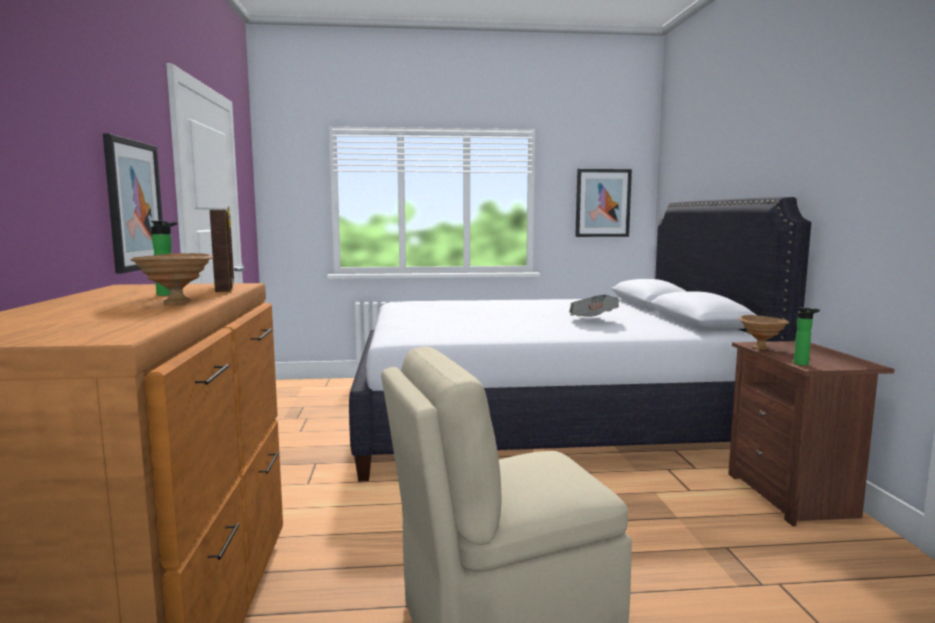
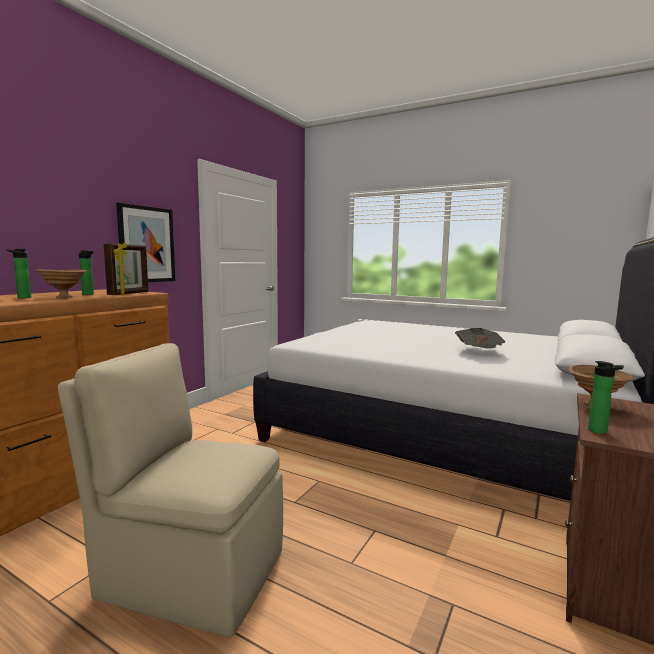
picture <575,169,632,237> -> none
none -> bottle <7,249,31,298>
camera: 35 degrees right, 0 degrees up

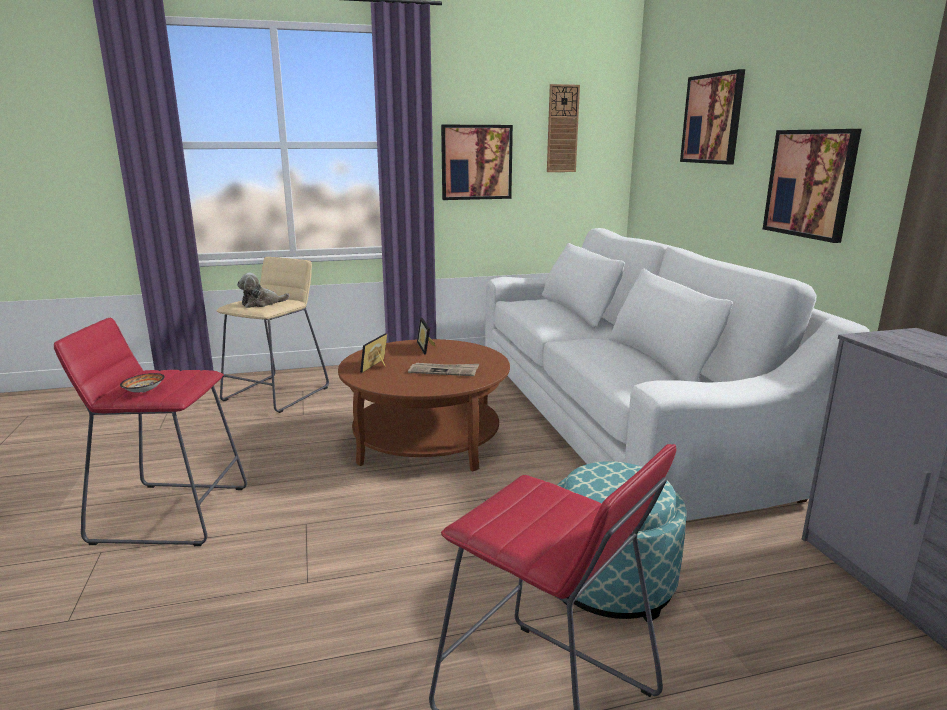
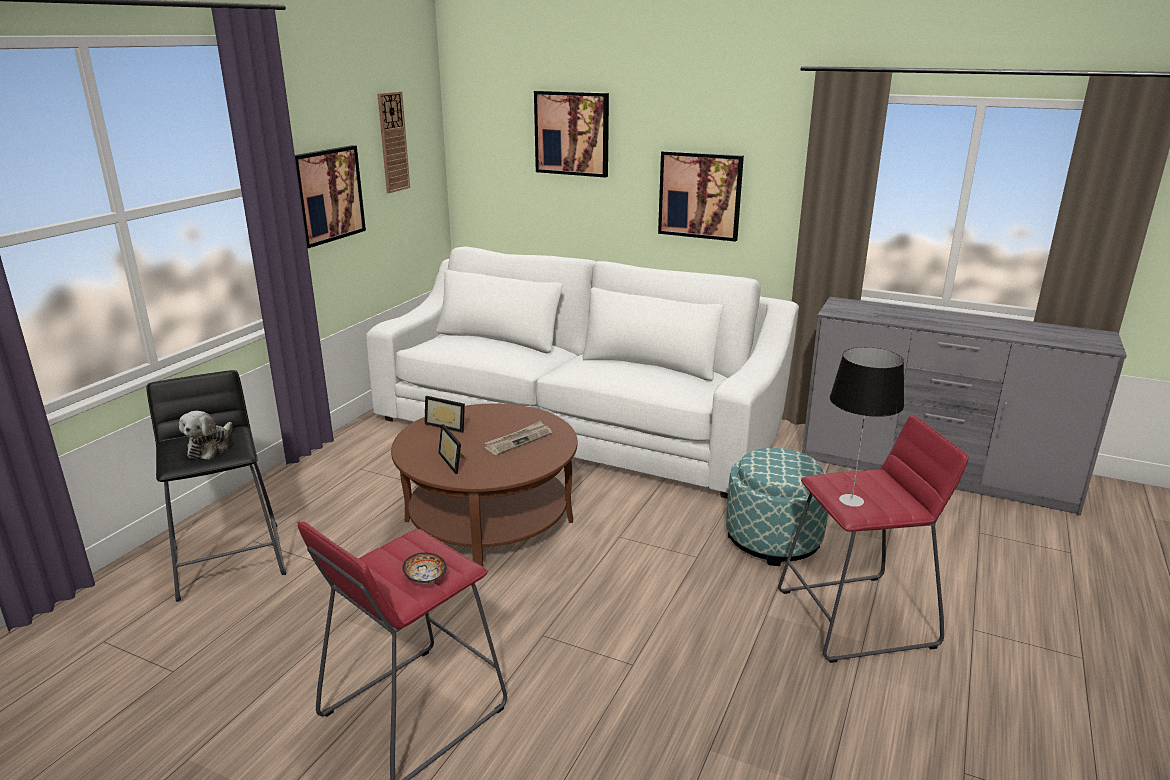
stool/beige <216,257,329,413> -> stool/black <147,370,286,602>
none -> table lamp <830,347,904,507>
camera: 50 degrees left, 5 degrees up

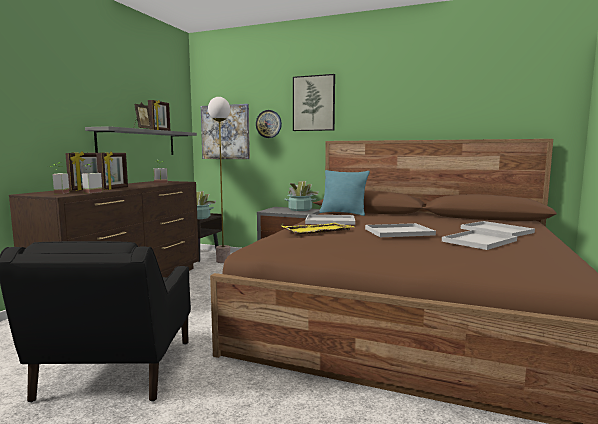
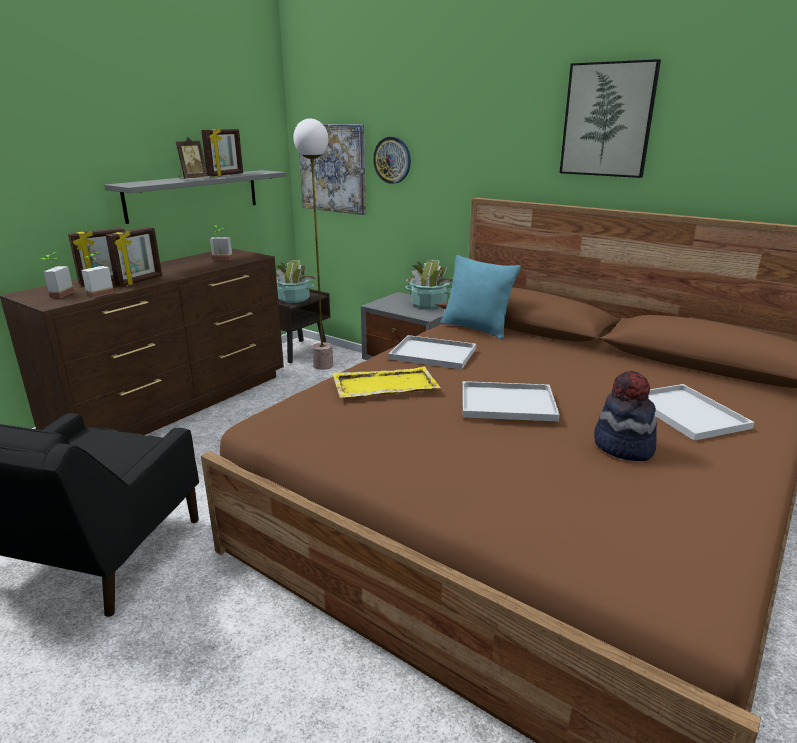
picture <293,74,335,131> -> picture <560,59,661,178>, relocated
tray/white <442,230,517,250> -> hat <594,371,657,461>
camera: 15 degrees right, 15 degrees up

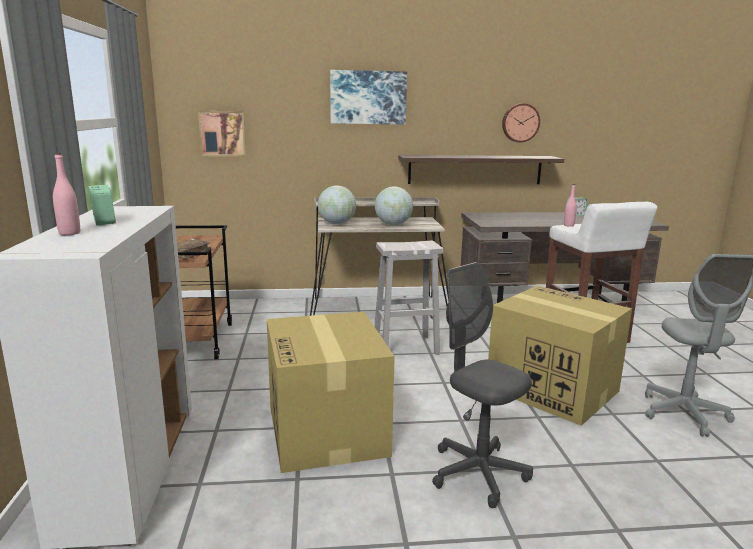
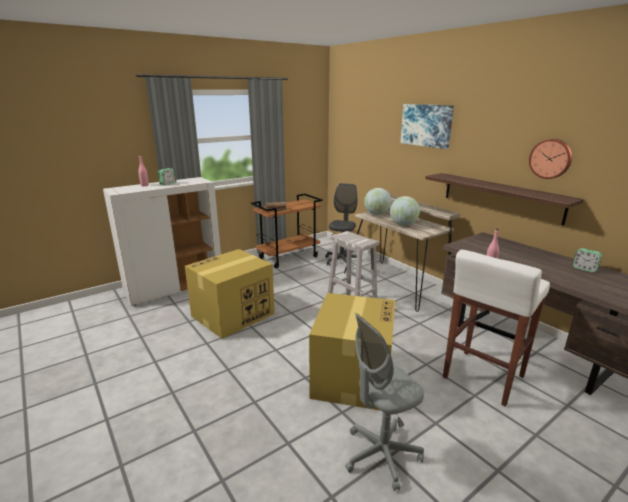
picture <198,111,246,157> -> none
office chair/grey <432,262,533,508> -> office chair/grey <325,183,357,266>, relocated
camera: 60 degrees right, 5 degrees up

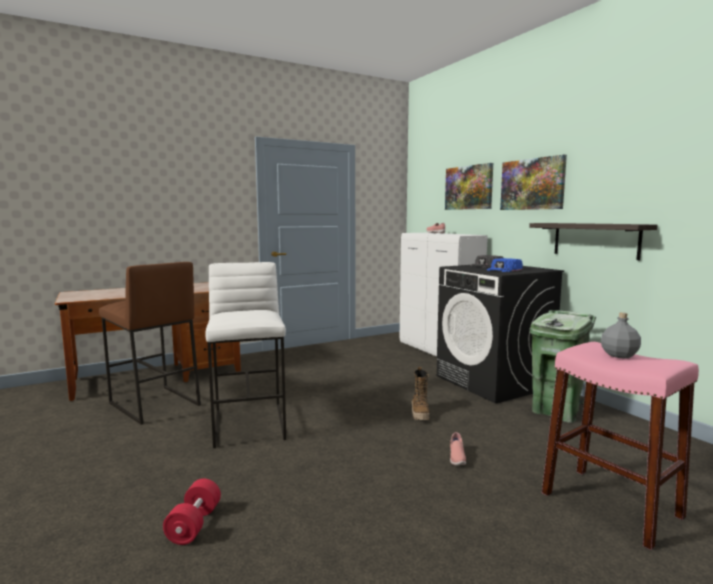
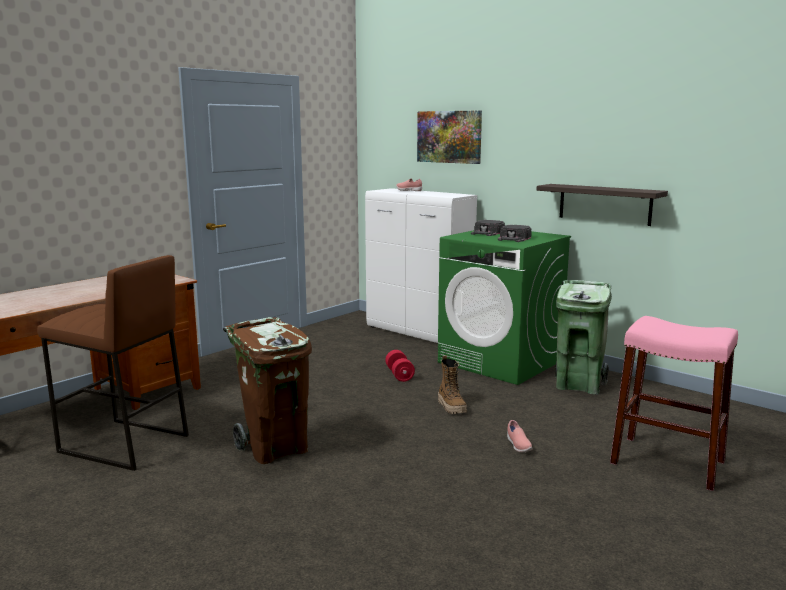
dumbbell/red <163,478,221,545> -> dumbbell/red <385,350,415,382>, relocated
stool/white <205,262,286,448> -> trash can/brown <223,317,312,464>
washing machine/black <436,265,564,404> -> washing machine/green <438,230,571,385>
cap/blue <487,258,523,272> -> cap/black <498,225,532,242>
picture <500,155,567,210> -> none
bottle/grey <601,312,641,358> -> none
camera: 20 degrees left, 5 degrees up

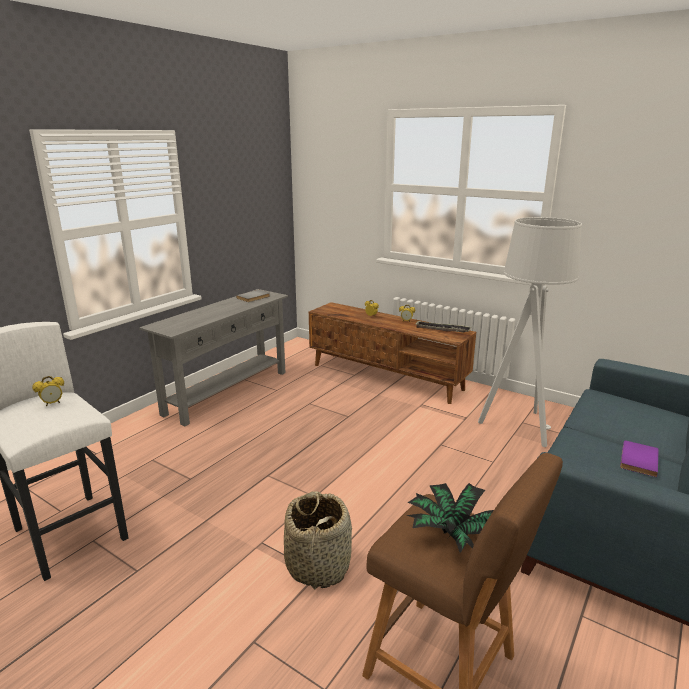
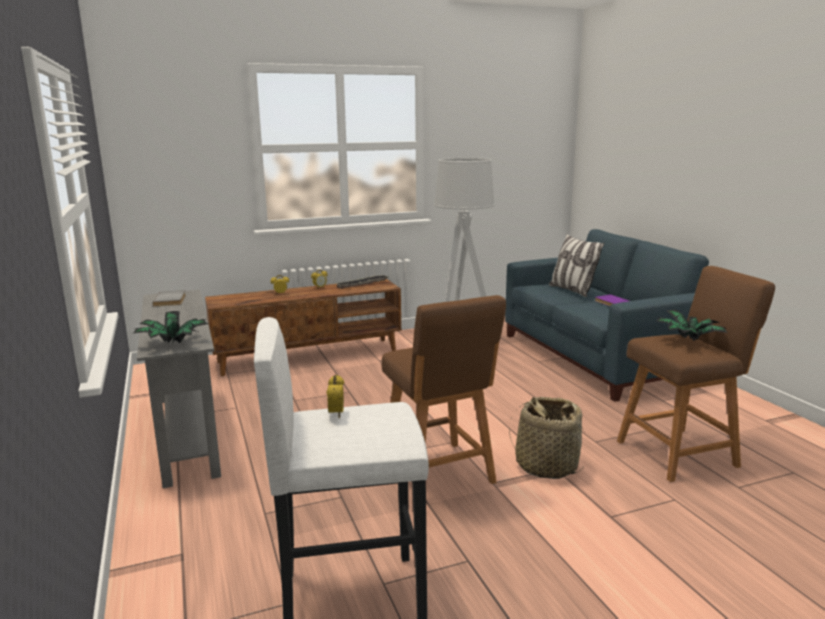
none -> potted plant <133,311,208,344>
none -> stool/brown <382,295,506,484>
none -> pillow <549,234,604,297>
camera: 55 degrees left, 5 degrees down

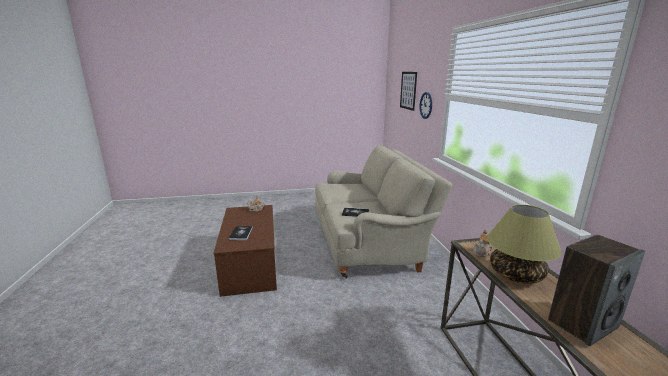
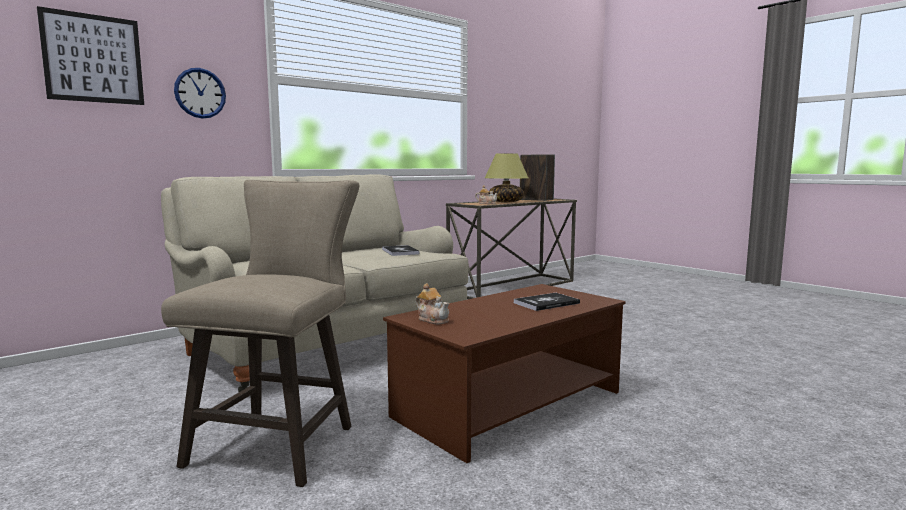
none -> stool/beige <161,180,359,487>
camera: 120 degrees left, 10 degrees down

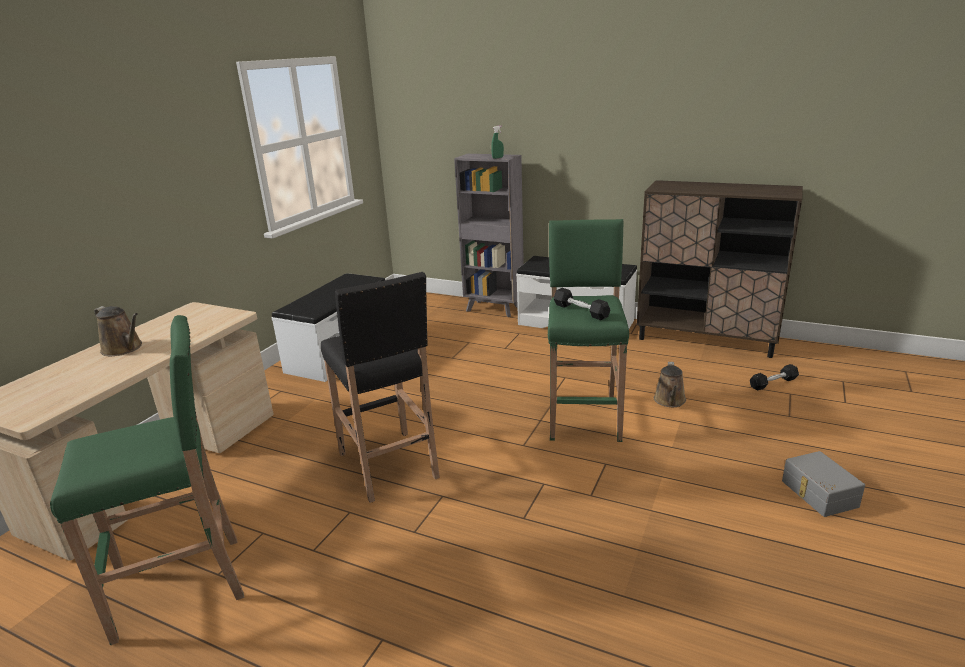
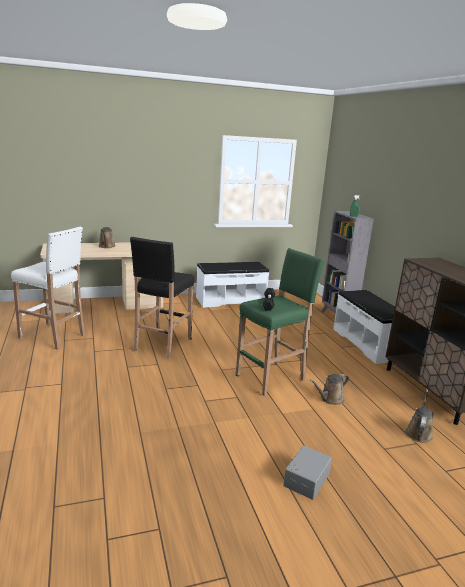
stool/green <50,315,244,645> -> stool/white <11,227,85,350>
dumbbell/black <750,364,799,390> -> watering can/brown <405,389,434,443>
camera: 45 degrees right, 5 degrees down

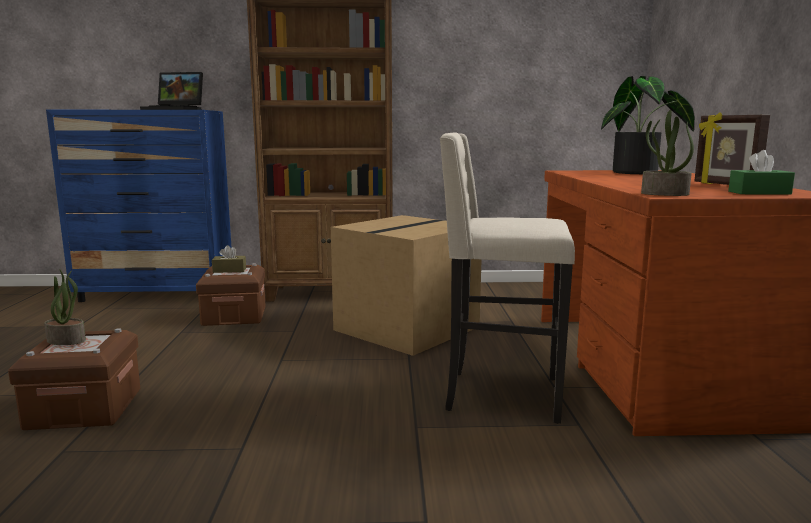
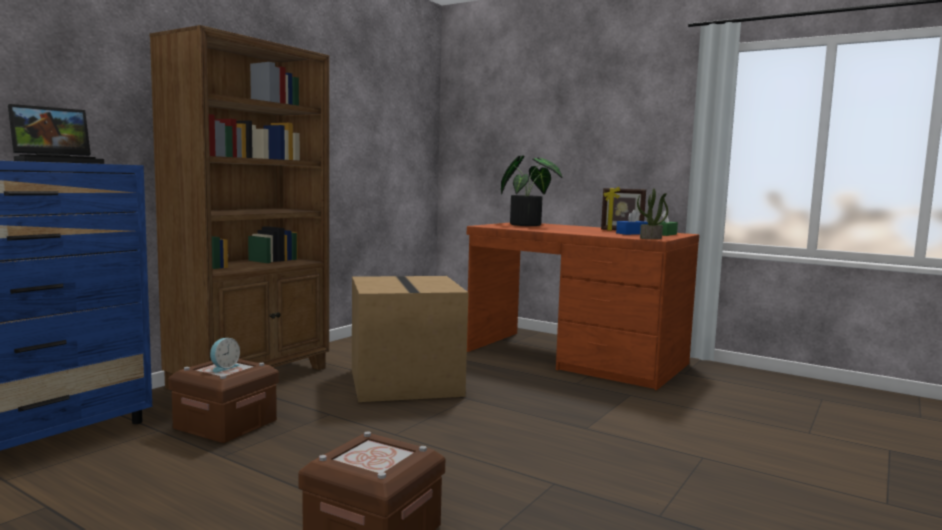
potted plant <44,269,86,345> -> none
tissue box/brown <212,245,246,273> -> alarm clock <210,338,240,373>
stool/beige <440,133,575,424> -> none
none -> tissue box/blue <616,210,648,235>
camera: 55 degrees left, 5 degrees down

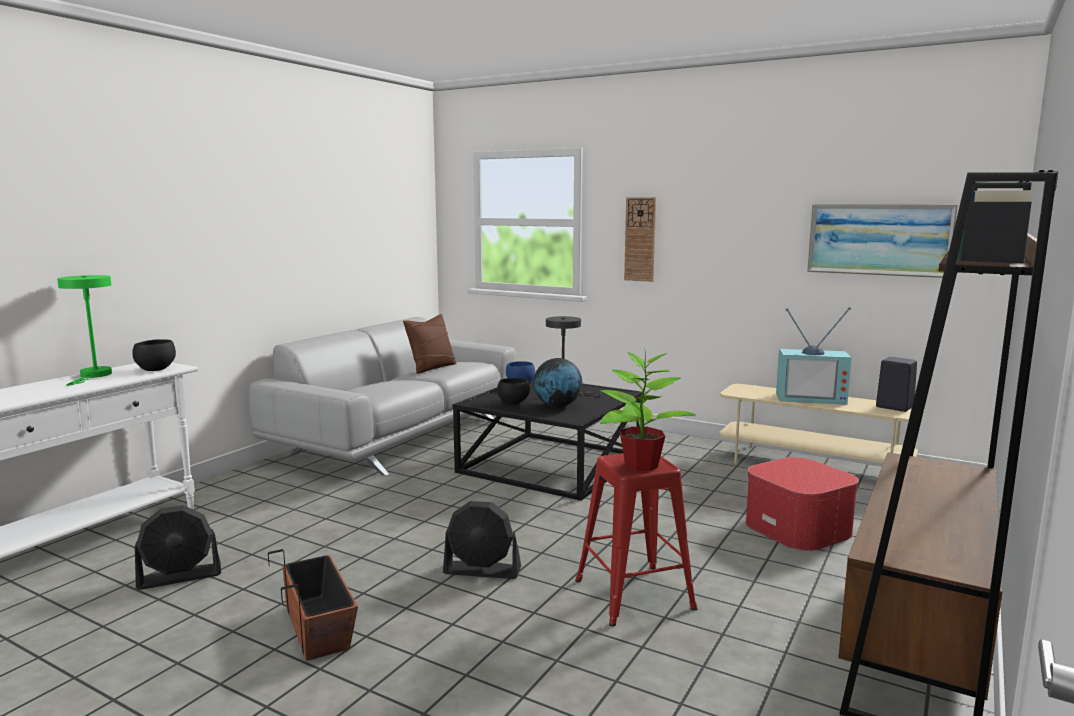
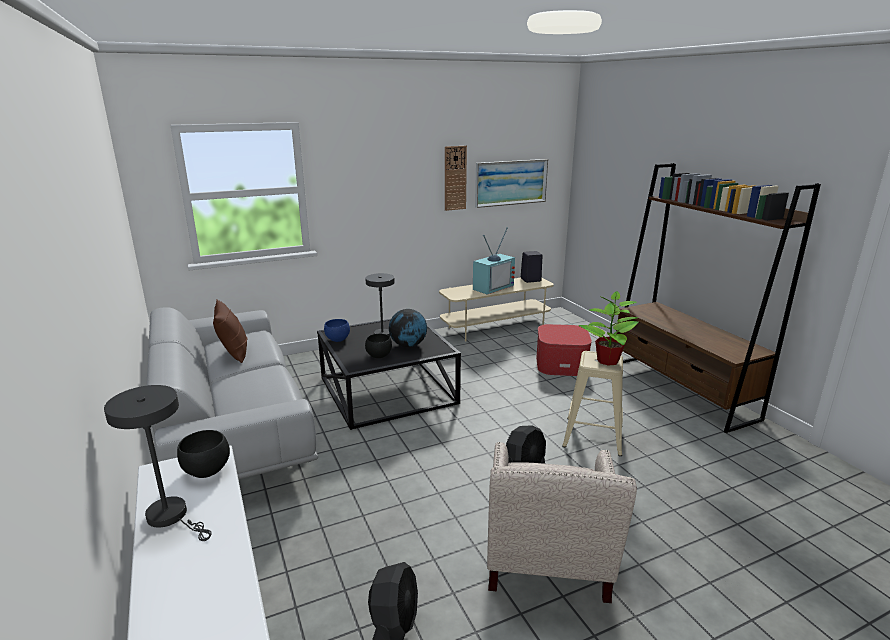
table lamp/green <57,275,112,386> -> table lamp/grey <104,385,212,541>
planter <268,549,358,661> -> armchair/beige <487,442,637,603>
stool/red <575,453,698,626> -> stool/beige <562,351,623,456>
wall clock <624,197,656,282> -> wall clock <445,146,467,211>, relocated
camera: 55 degrees left, 10 degrees up

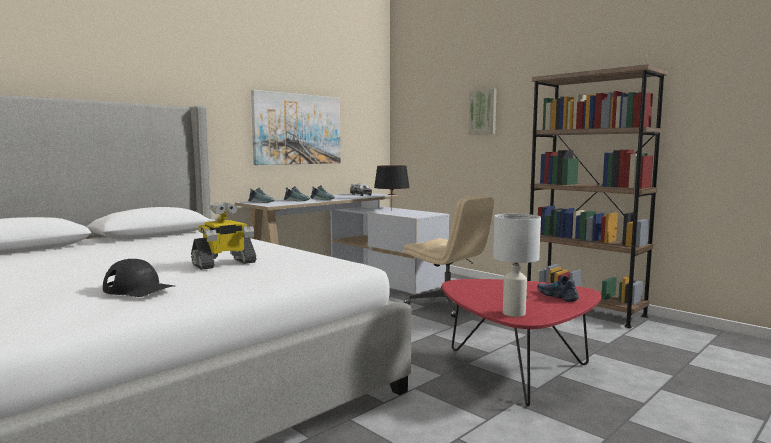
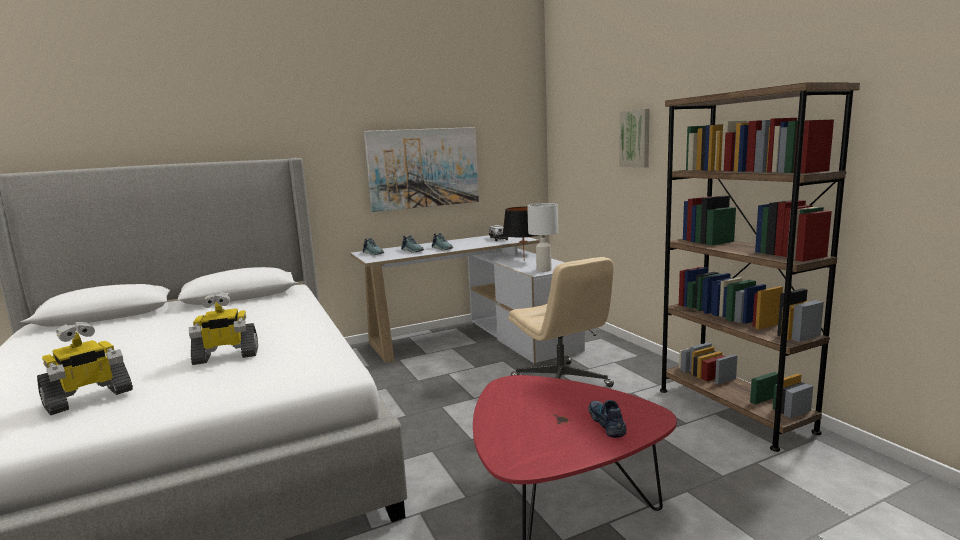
cap/black <103,259,175,297> -> toy robot <37,322,133,415>
table lamp/white <493,214,541,317> -> table lamp/white <527,203,558,272>, relocated
camera: 20 degrees right, 5 degrees up

